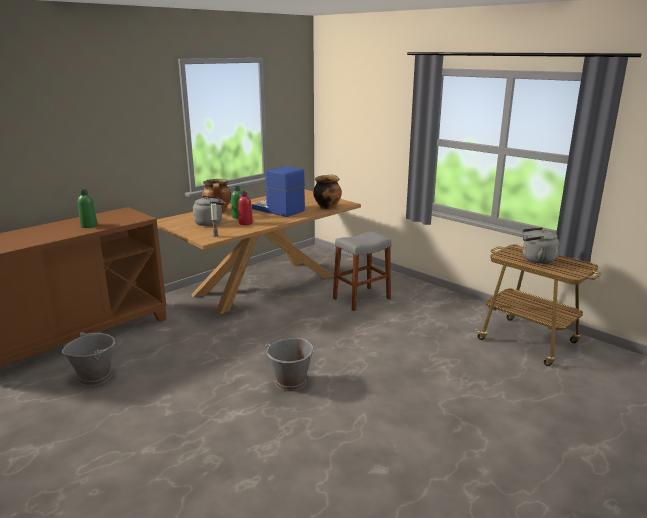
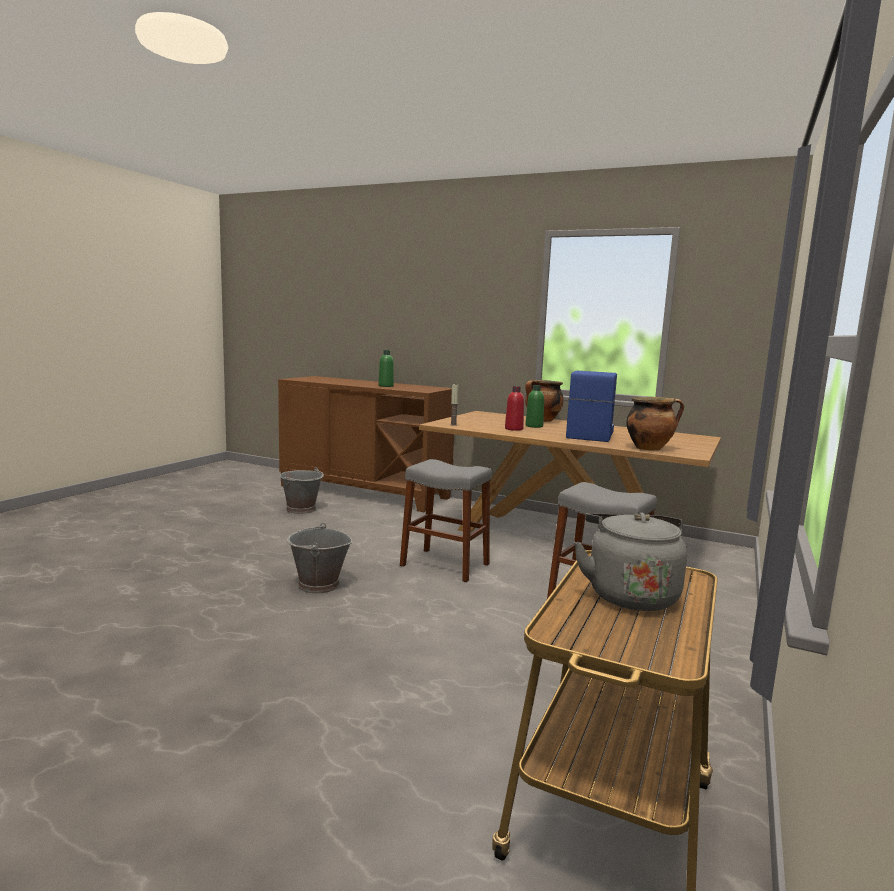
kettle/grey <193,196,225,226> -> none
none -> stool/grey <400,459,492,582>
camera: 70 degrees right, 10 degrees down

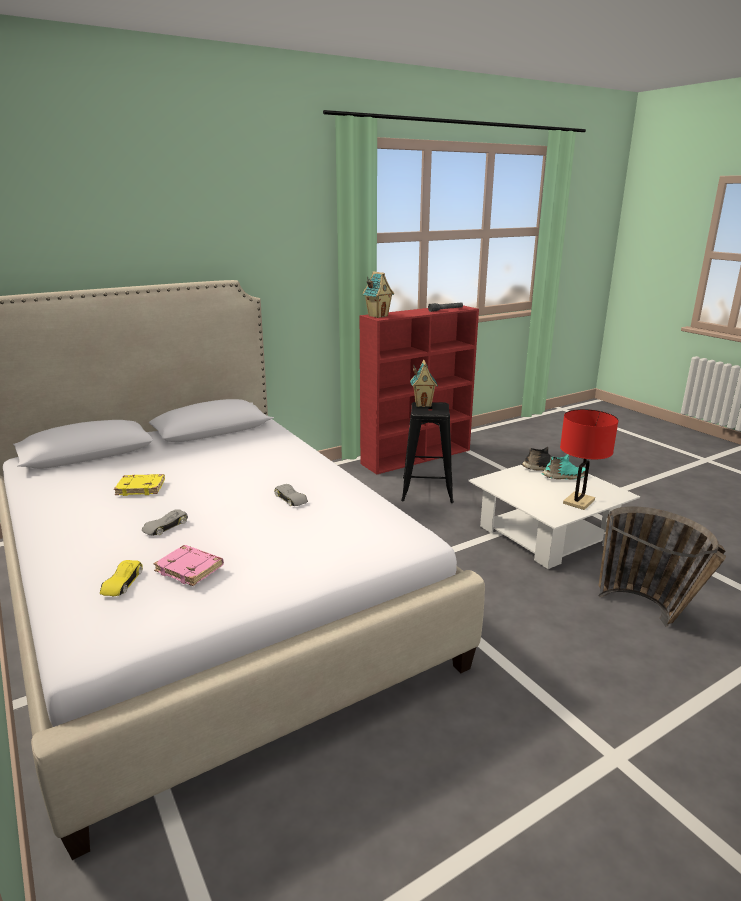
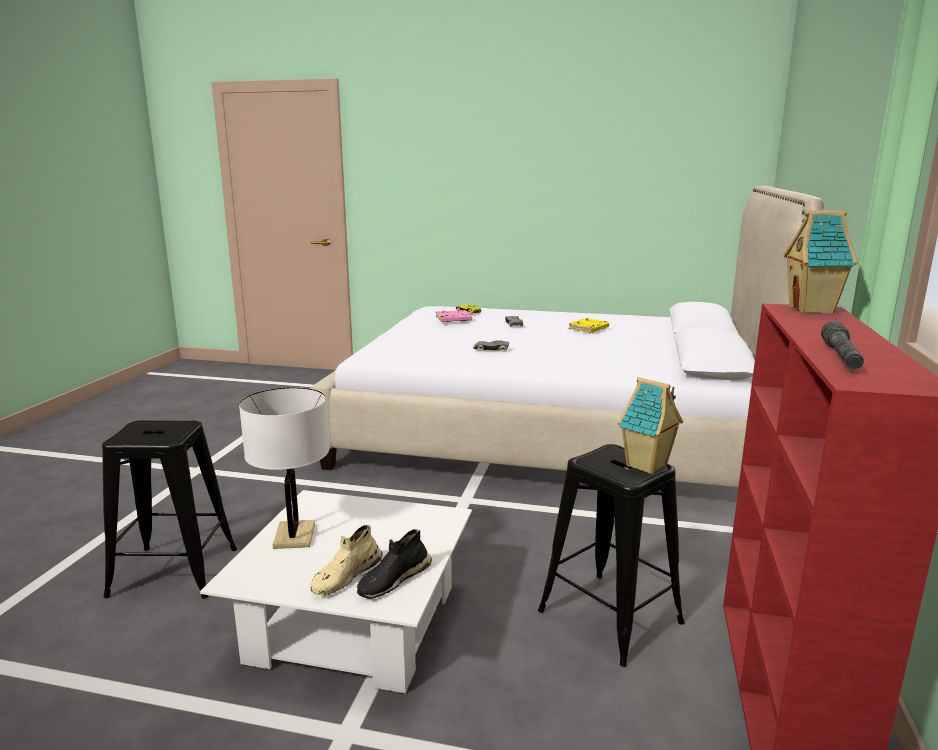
shoe/turquoise <542,454,585,480> -> shoe/beige <310,525,383,596>
table lamp/red <560,409,618,510> -> table lamp/white <239,387,329,549>
basket <598,506,726,627> -> stool/black <102,420,237,599>
camera: 135 degrees right, 5 degrees down

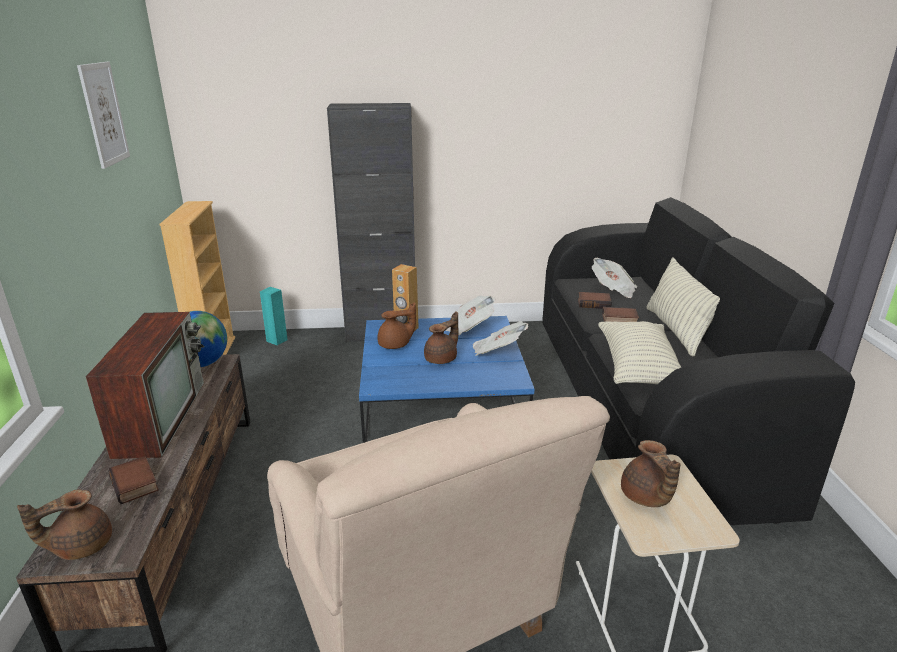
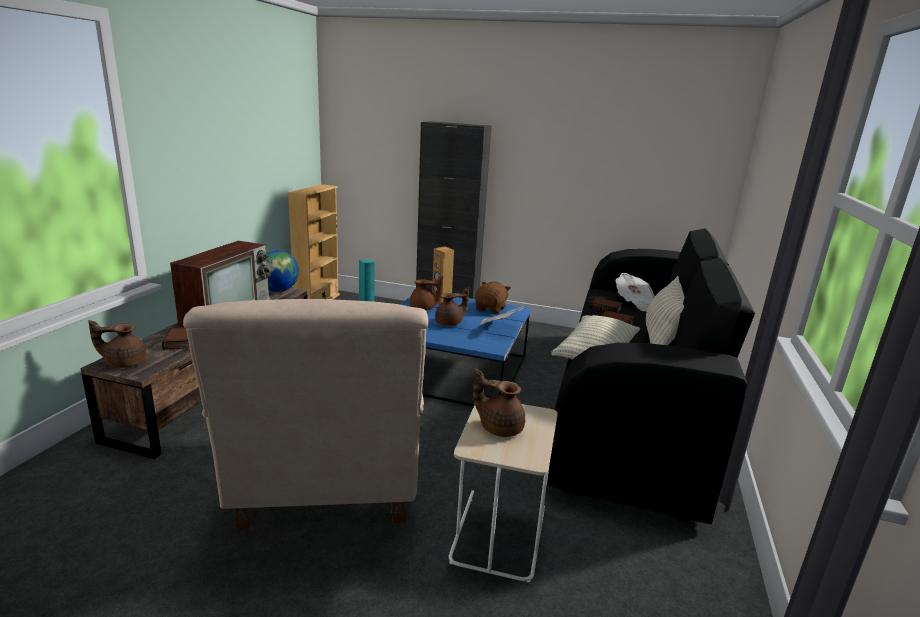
picture <77,62,130,169> -> none
newspaper <446,295,496,335> -> plush toy/brown <475,281,511,314>
teapot/brown <621,440,681,507> -> teapot/brown <473,368,525,437>, 105 degrees clockwise
camera: 20 degrees right, 5 degrees down

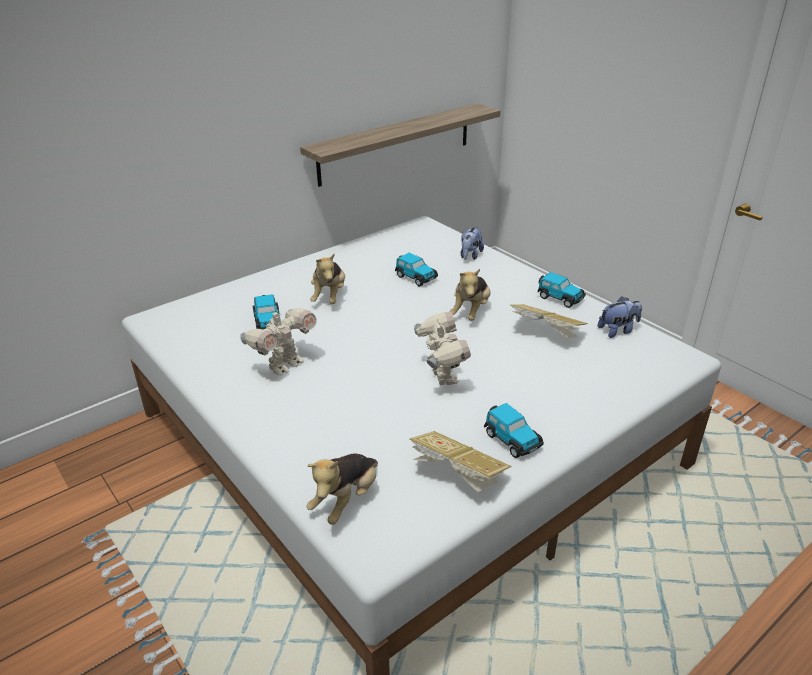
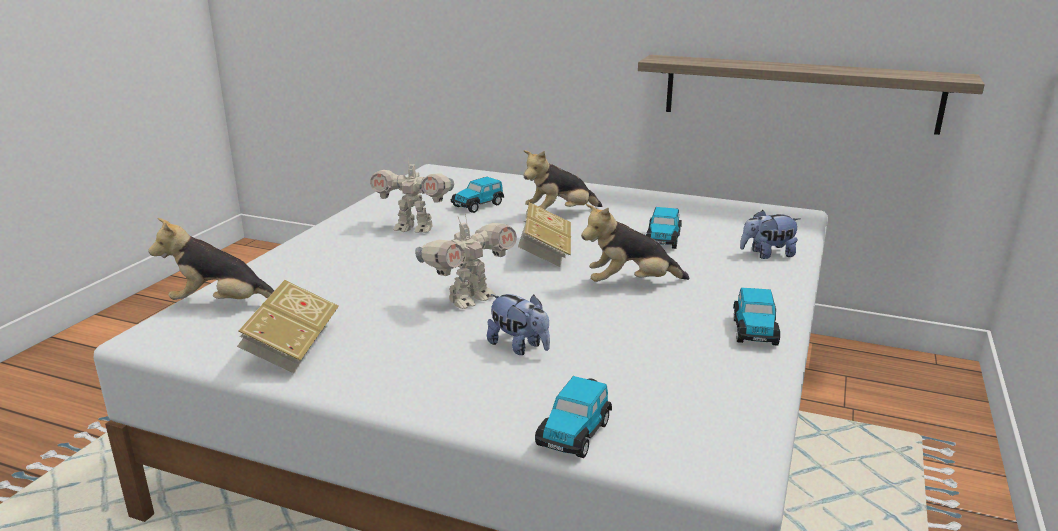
toy car <484,403,544,458> -> toy car <535,376,612,458>, relocated
book <511,304,588,338> -> book <518,202,571,267>, relocated
plush toy <598,296,642,338> -> plush toy <487,294,550,355>, relocated
camera: 60 degrees right, 10 degrees down

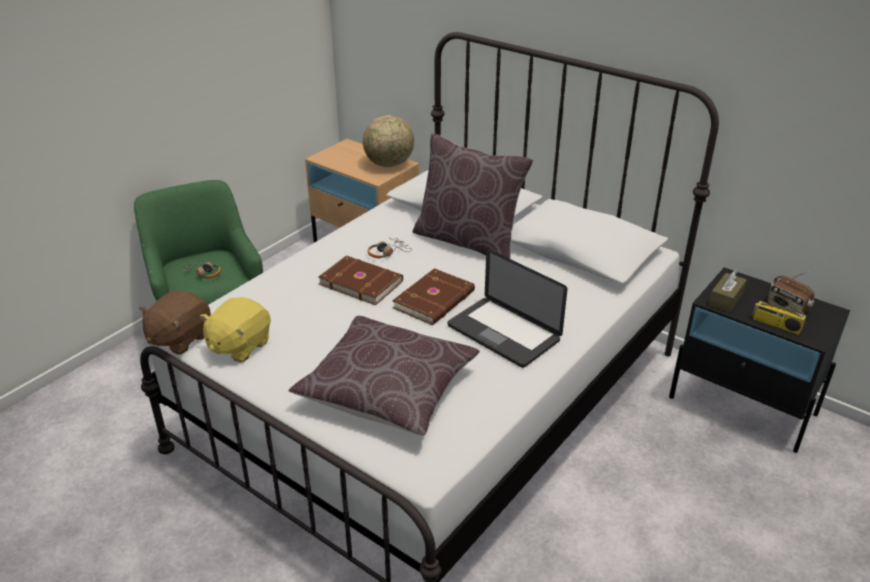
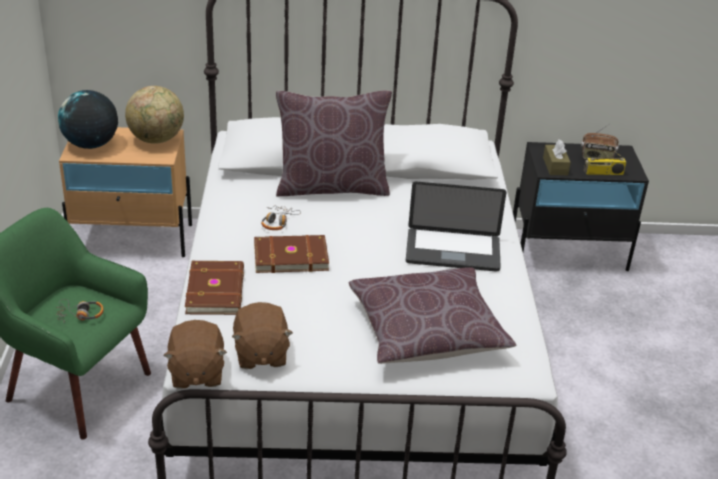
plush toy/yellow <200,297,271,362> -> plush toy/brown <232,302,293,369>
book/brown <392,268,475,325> -> book/brown <185,261,244,315>, relocated
none -> globe <58,90,118,149>
camera: 40 degrees left, 0 degrees up

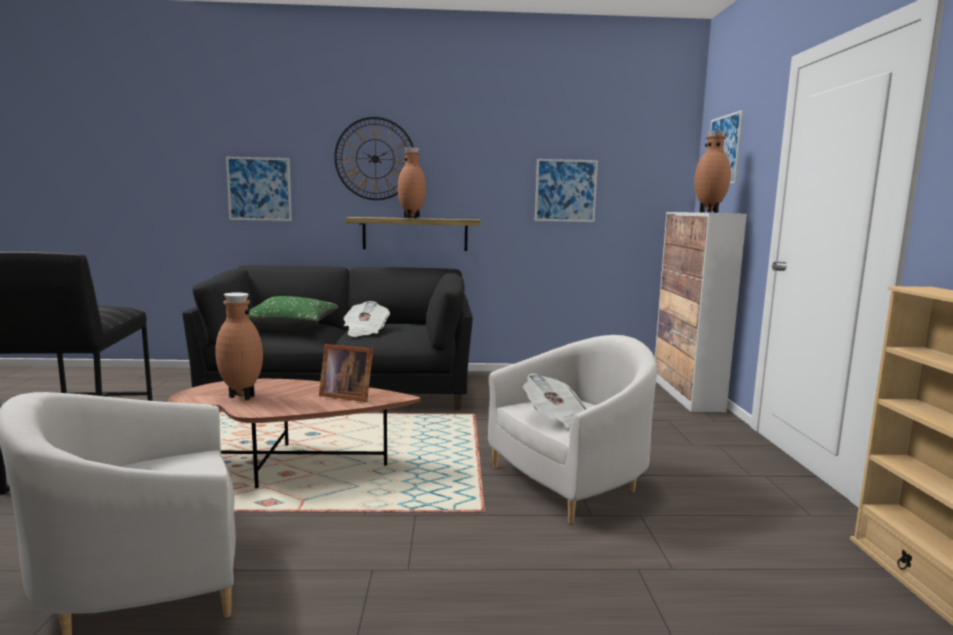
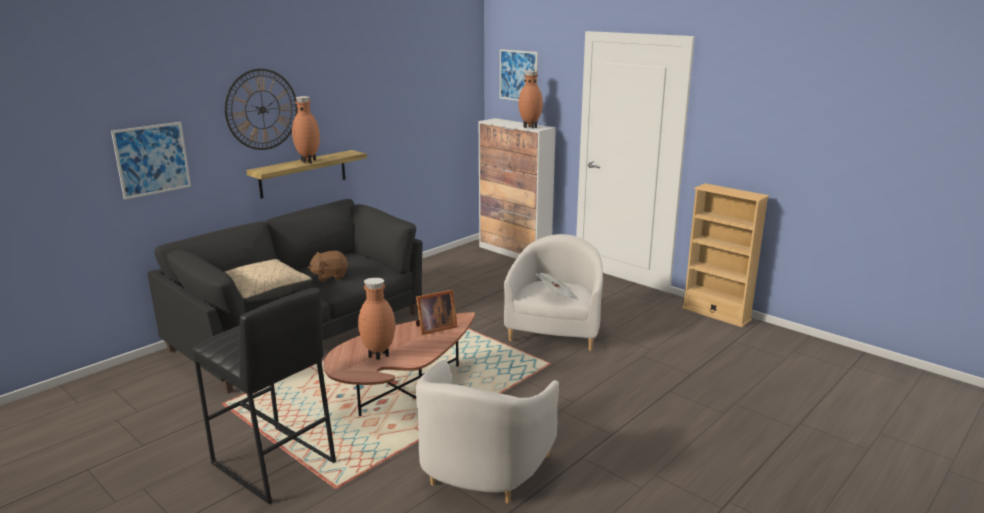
pillow/green <248,296,338,330> -> pillow/beige <225,259,312,302>
newspaper <344,301,390,337> -> plush toy/brown <308,251,349,282>
picture <535,159,598,222> -> none
camera: 45 degrees left, 10 degrees up

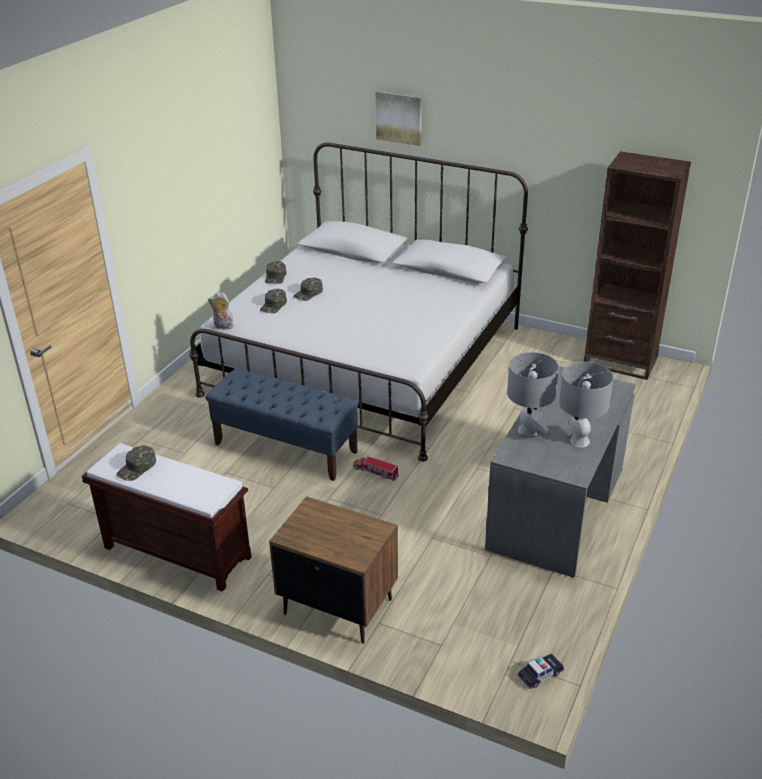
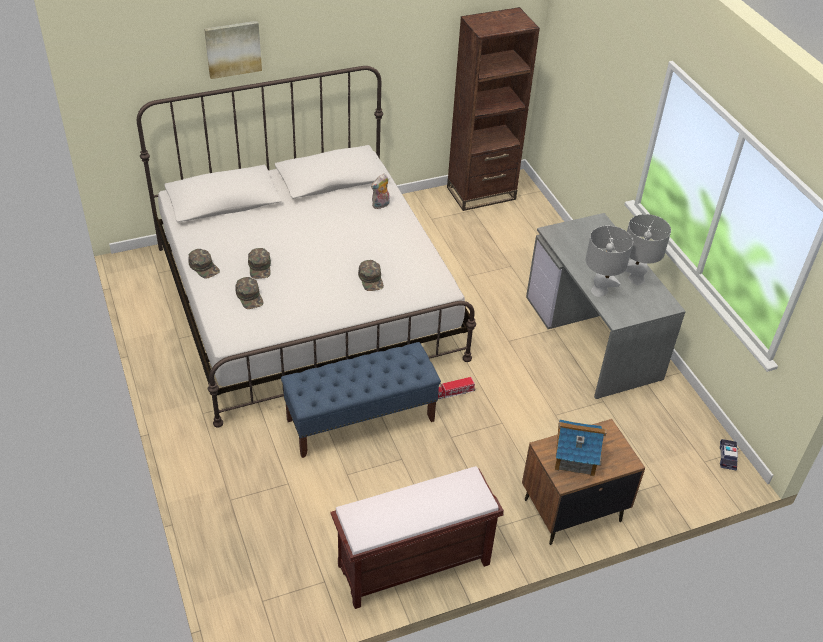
cap/green <116,445,156,481> -> cap/green <358,260,384,291>, relocated
plush toy <208,292,234,331> -> plush toy <371,174,390,209>, relocated
none -> toy house <555,420,607,477>
camera: 50 degrees left, 10 degrees up

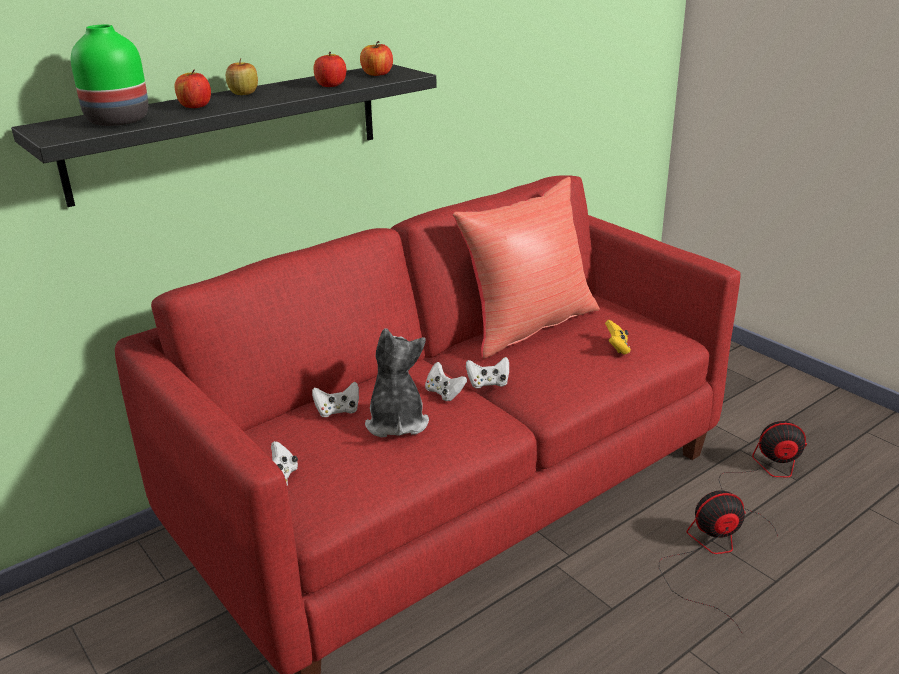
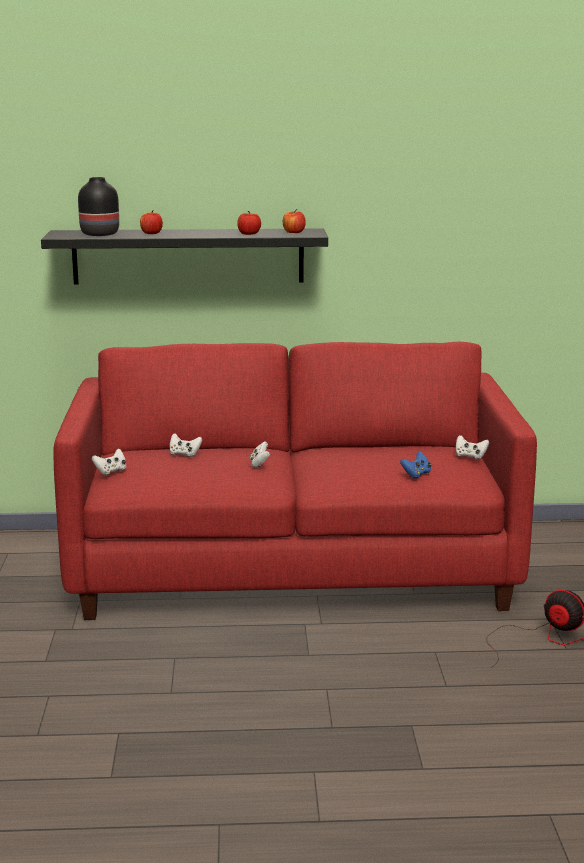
vase/green <71,25,148,126> -> vase/black <78,177,119,236>
apple <226,58,258,95> -> none
plush toy <365,328,429,437> -> none
pillow/red <453,177,600,359> -> none
game controller/white <466,357,509,389> -> game controller/white <456,435,489,459>, relocated
game controller/yellow <605,320,630,355> -> game controller/blue <400,451,431,478>
fan <659,490,746,633> -> none
camera: 35 degrees right, 10 degrees down

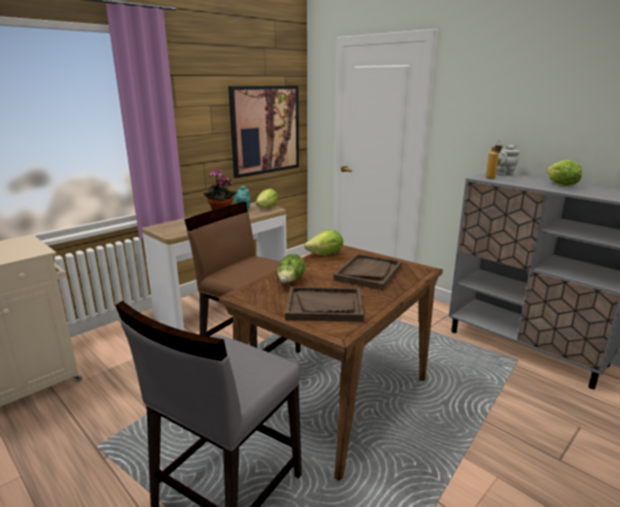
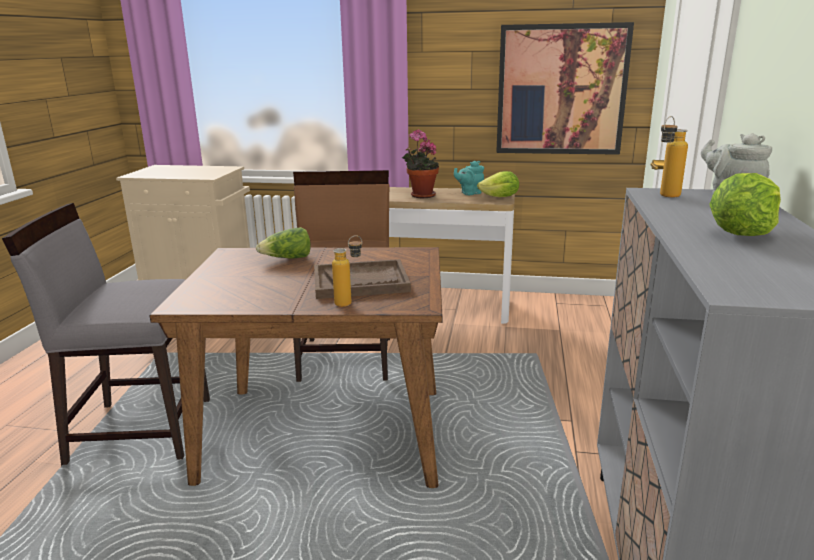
tray/brown <285,287,364,322> -> none
lettuce <304,230,343,255> -> none
none -> bottle <332,235,362,307>
camera: 55 degrees right, 0 degrees up

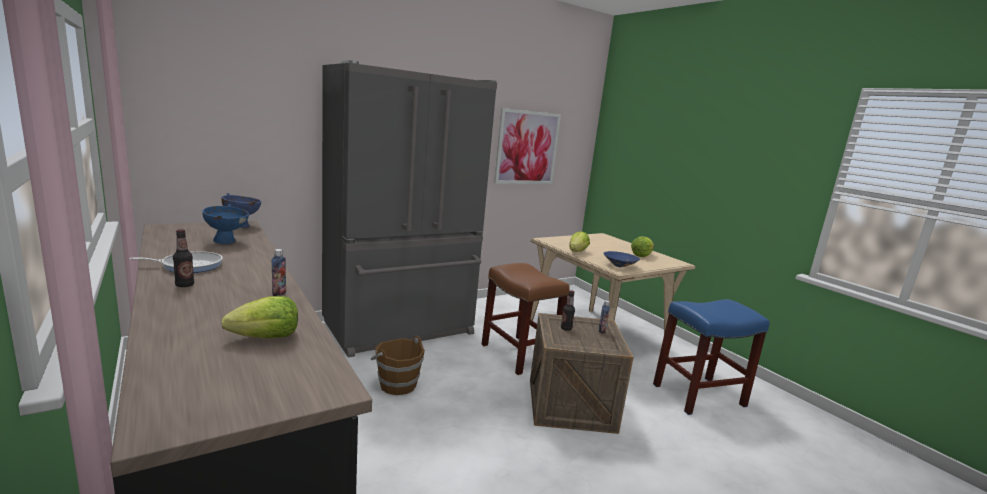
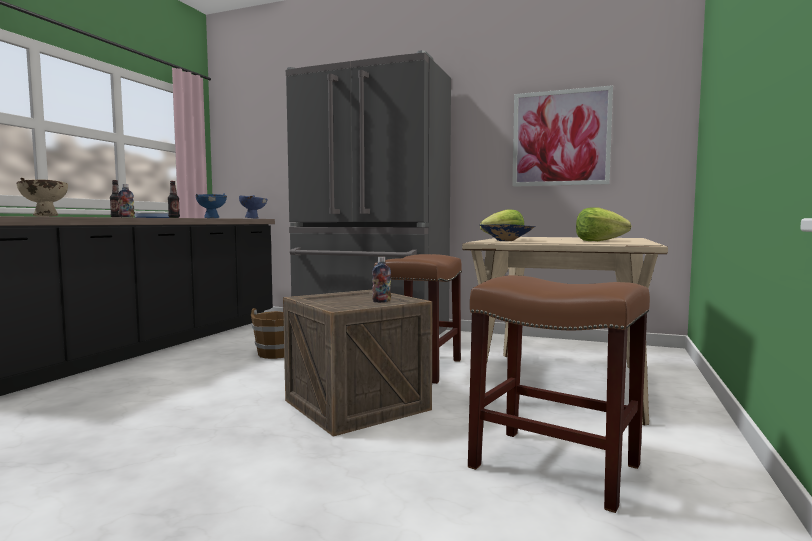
lettuce <221,296,298,338> -> bowl/beige <16,178,68,217>
bottle <561,290,575,331> -> bottle <168,181,180,218>, relocated
stool/blue <653,299,769,415> -> stool/brown <468,275,650,513>
camera: 55 degrees right, 10 degrees down

